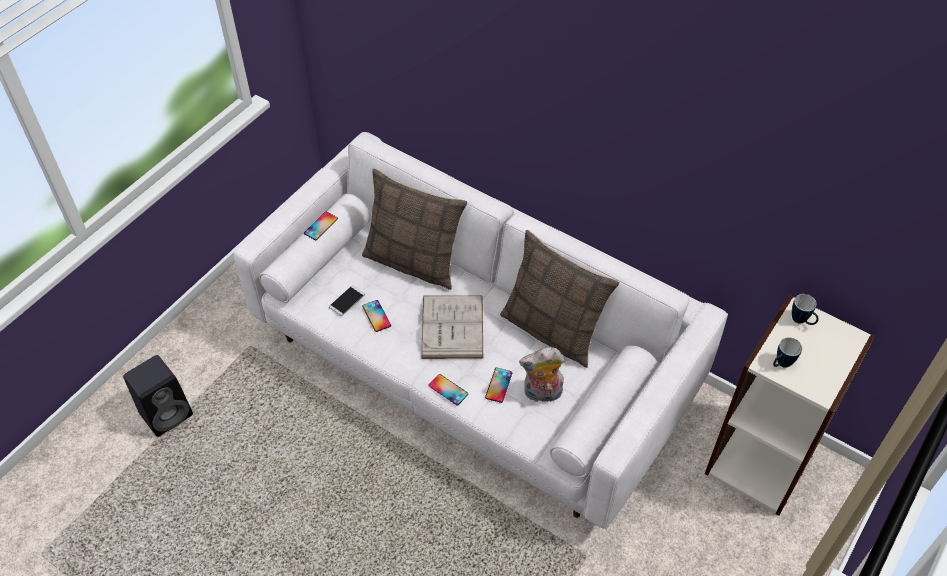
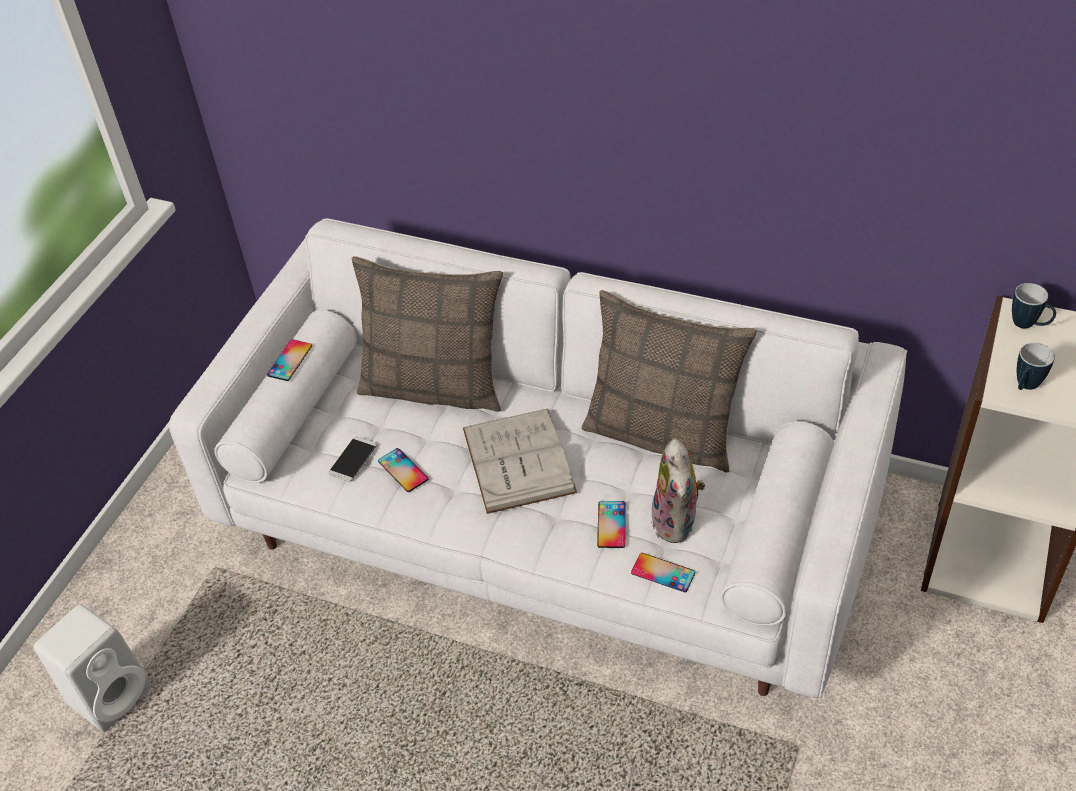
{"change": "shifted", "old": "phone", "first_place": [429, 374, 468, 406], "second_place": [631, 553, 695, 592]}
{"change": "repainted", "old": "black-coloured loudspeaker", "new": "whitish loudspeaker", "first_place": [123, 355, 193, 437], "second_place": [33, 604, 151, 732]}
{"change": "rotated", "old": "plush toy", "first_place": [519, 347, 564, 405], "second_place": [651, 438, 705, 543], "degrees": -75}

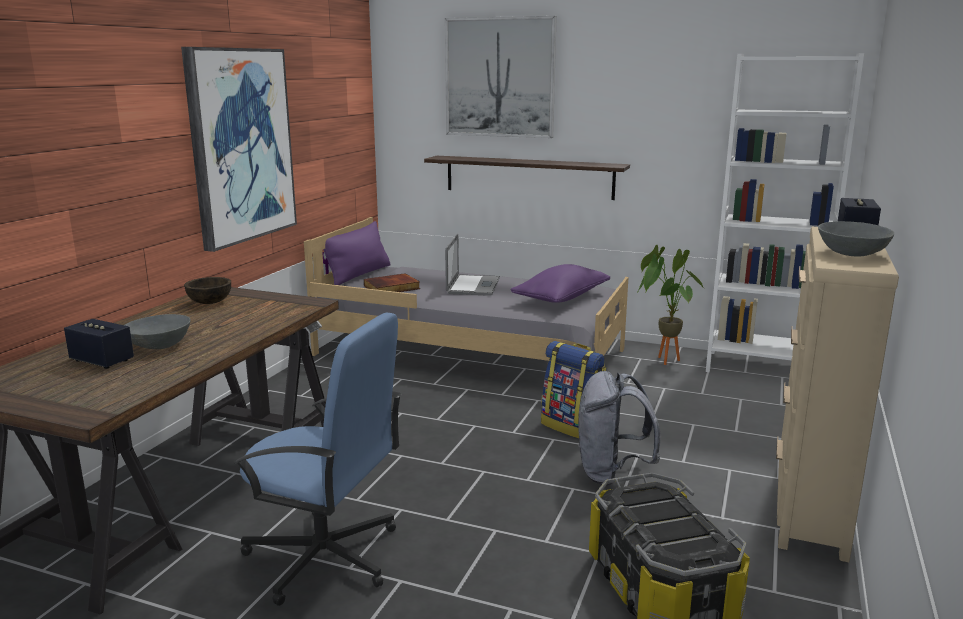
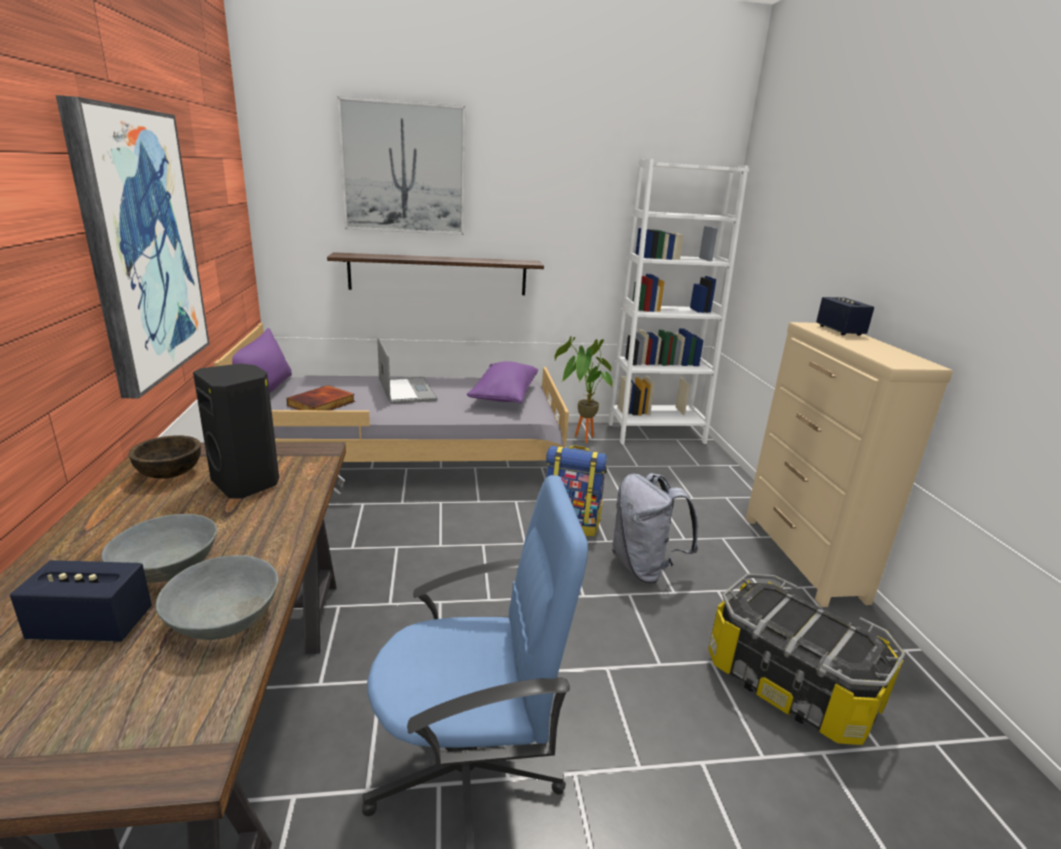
{"change": "new", "new": "black-coloured loudspeaker", "second_place": [193, 364, 279, 499]}
{"change": "shifted", "old": "grey serving bowl", "first_place": [818, 221, 894, 256], "second_place": [156, 555, 278, 640]}

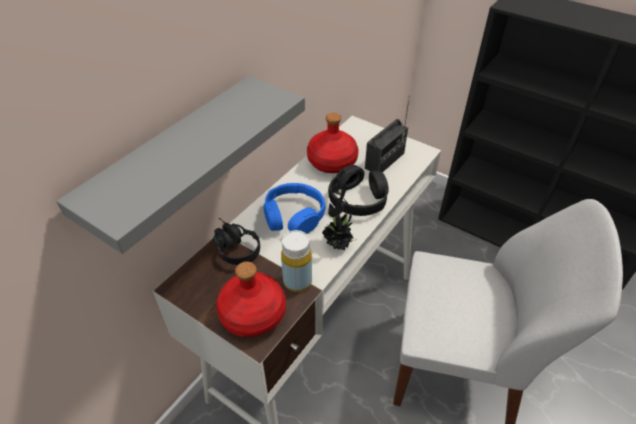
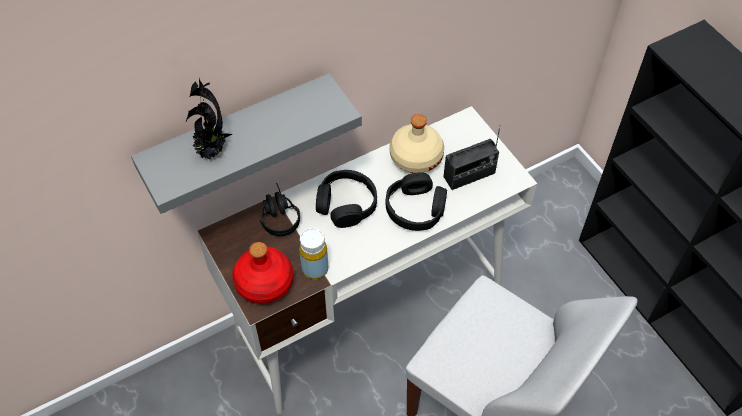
{"change": "shifted", "old": "potted plant", "first_place": [322, 170, 357, 250], "second_place": [186, 78, 233, 159]}
{"change": "repainted", "old": "blue headphones", "new": "black-coloured headphones", "first_place": [263, 183, 326, 234], "second_place": [316, 170, 377, 228]}
{"change": "repainted", "old": "red-coloured bottle", "new": "beige bottle", "first_place": [307, 113, 359, 173], "second_place": [390, 114, 444, 173]}

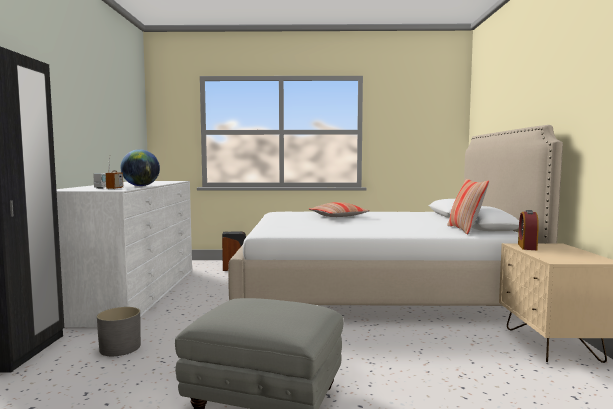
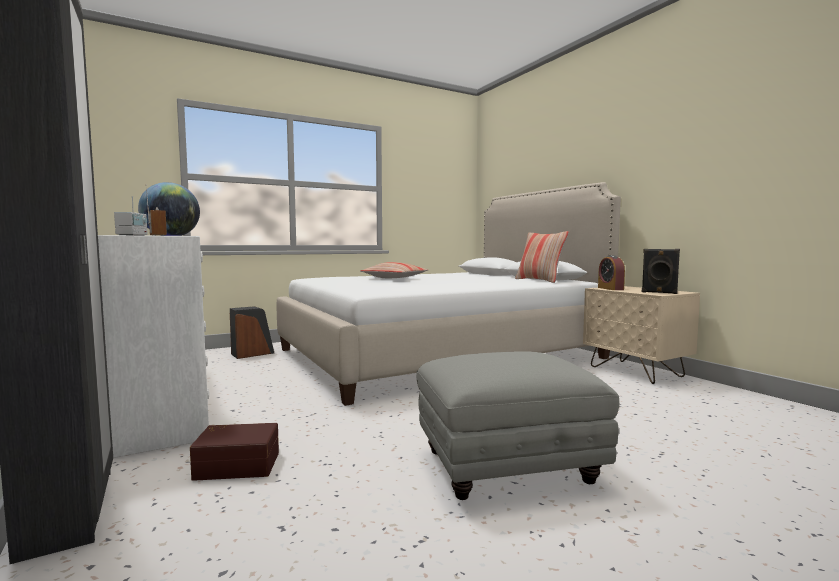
{"change": "new", "new": "black-coloured loudspeaker", "second_place": [642, 249, 680, 294]}
{"change": "swapped", "old": "grey planter", "new": "brown storage container", "first_place": [97, 307, 141, 356], "second_place": [190, 423, 279, 481]}

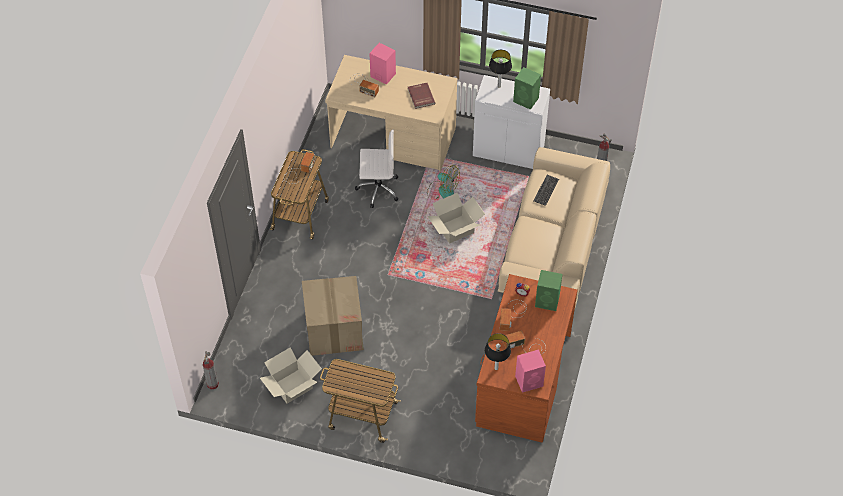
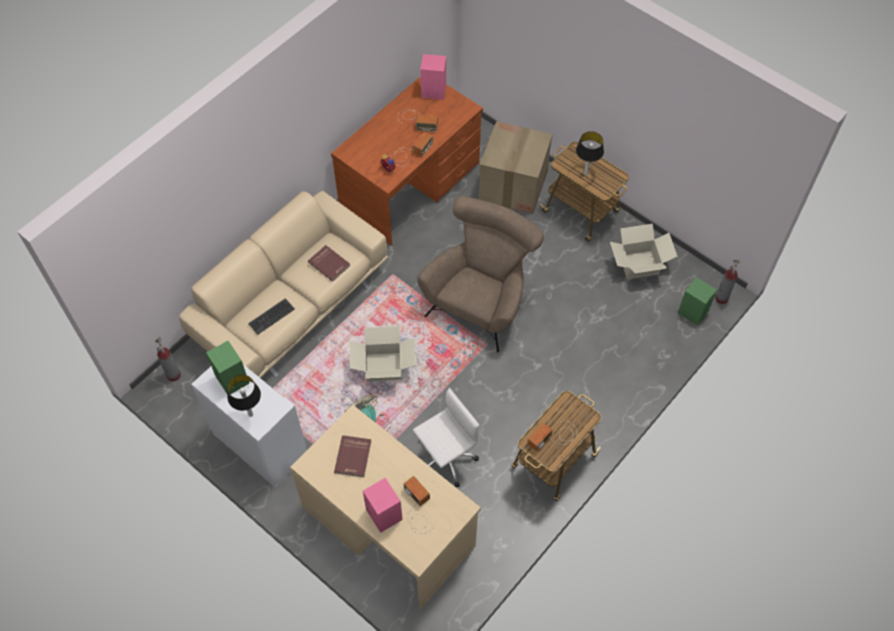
{"change": "new", "new": "red-coloured book", "second_place": [308, 245, 350, 282]}
{"change": "new", "new": "brown armchair", "second_place": [417, 196, 544, 352]}
{"change": "shifted", "old": "carton", "first_place": [302, 276, 364, 356], "second_place": [478, 121, 553, 214]}
{"change": "shifted", "old": "table lamp", "first_place": [485, 333, 511, 370], "second_place": [576, 131, 604, 175]}
{"change": "shifted", "old": "greenish loudspeaker", "first_place": [535, 270, 563, 311], "second_place": [678, 277, 717, 326]}
{"change": "rotated", "old": "whitish computer chair", "first_place": [355, 130, 398, 208], "second_place": [413, 388, 479, 487], "degrees": 120}

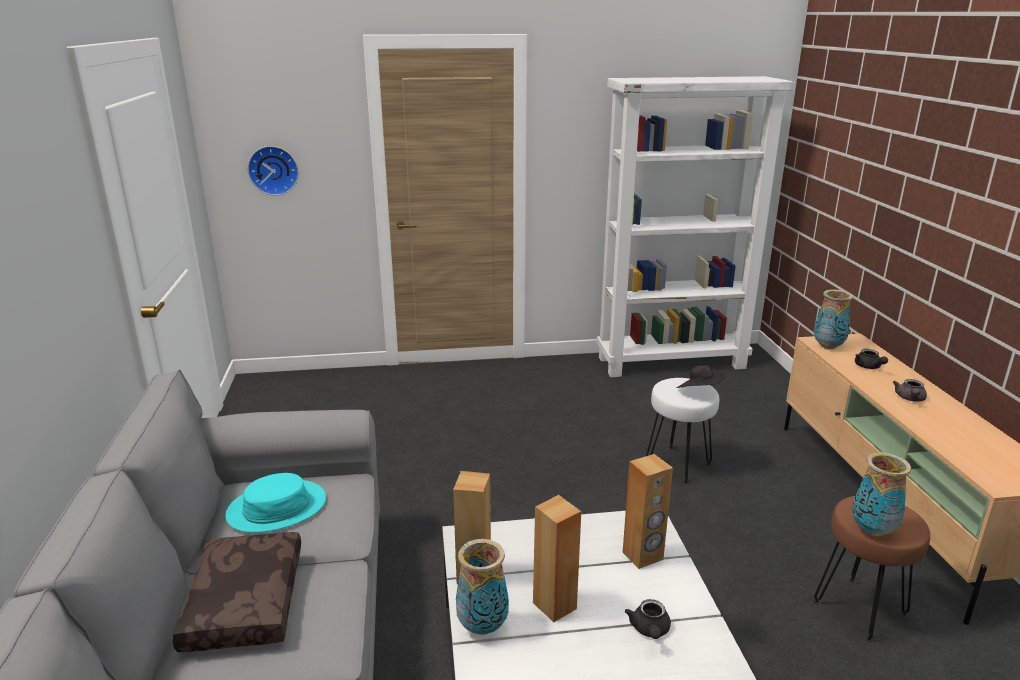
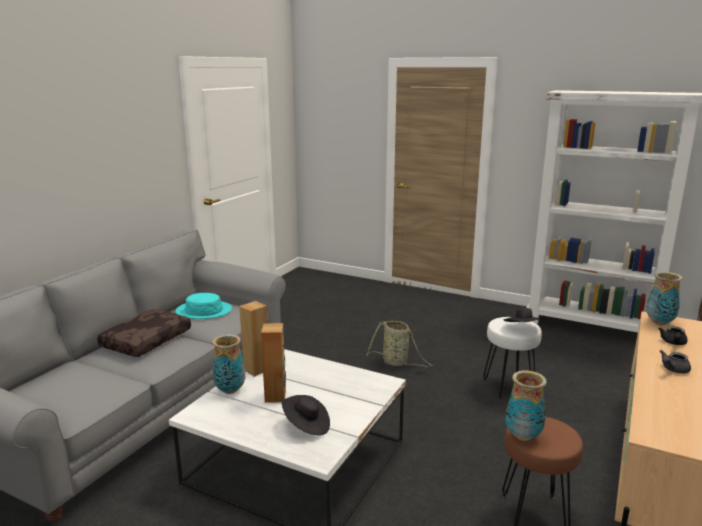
{"change": "gone", "old": "hanging clock", "first_place": [248, 146, 299, 196]}
{"change": "gone", "old": "brown loudspeaker", "first_place": [623, 454, 673, 569]}
{"change": "new", "new": "basket", "second_place": [367, 321, 433, 367]}
{"change": "swapped", "old": "black-coloured teapot", "new": "black-coloured clothing hat", "first_place": [625, 599, 671, 639], "second_place": [282, 395, 330, 435]}

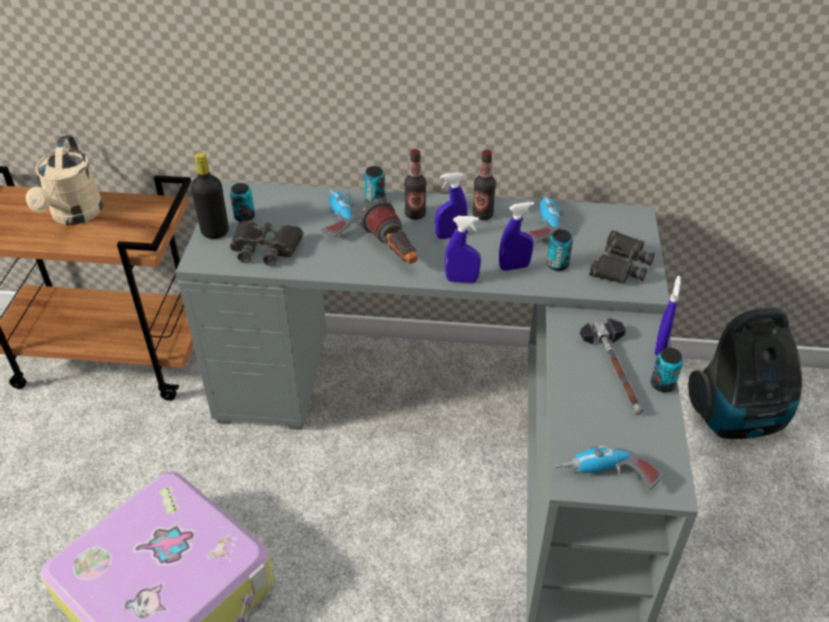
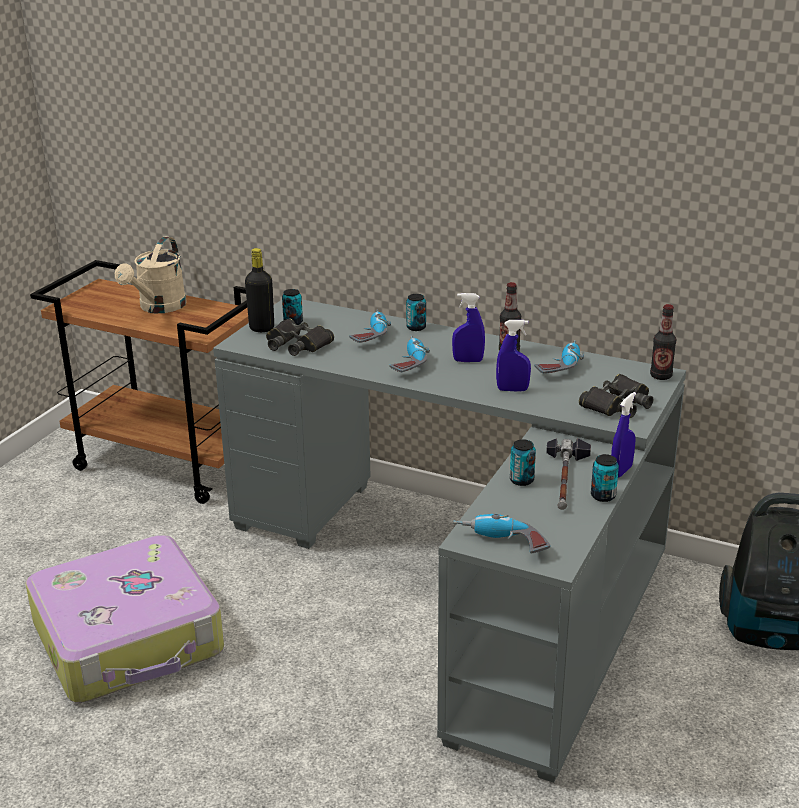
{"change": "gone", "old": "blue hand sprayer", "first_place": [445, 216, 481, 283]}
{"change": "shifted", "old": "bottle", "first_place": [404, 149, 426, 220], "second_place": [650, 304, 676, 380]}
{"change": "shifted", "old": "sealed can", "first_place": [547, 229, 573, 271], "second_place": [510, 439, 536, 486]}
{"change": "swapped", "old": "torch", "new": "drill", "first_place": [358, 198, 417, 264], "second_place": [389, 335, 430, 372]}

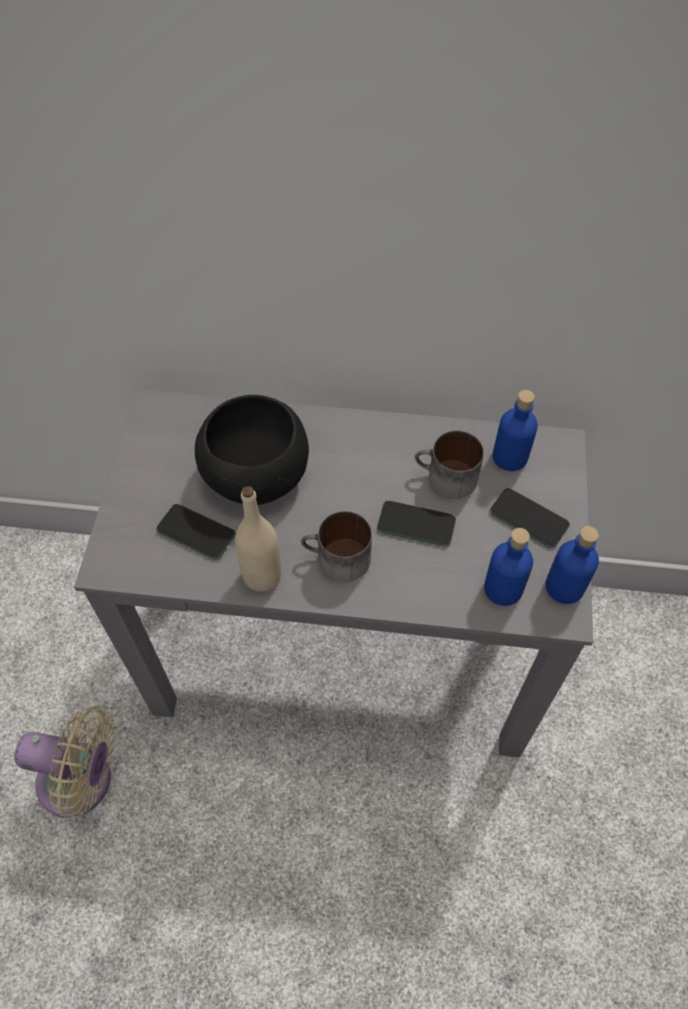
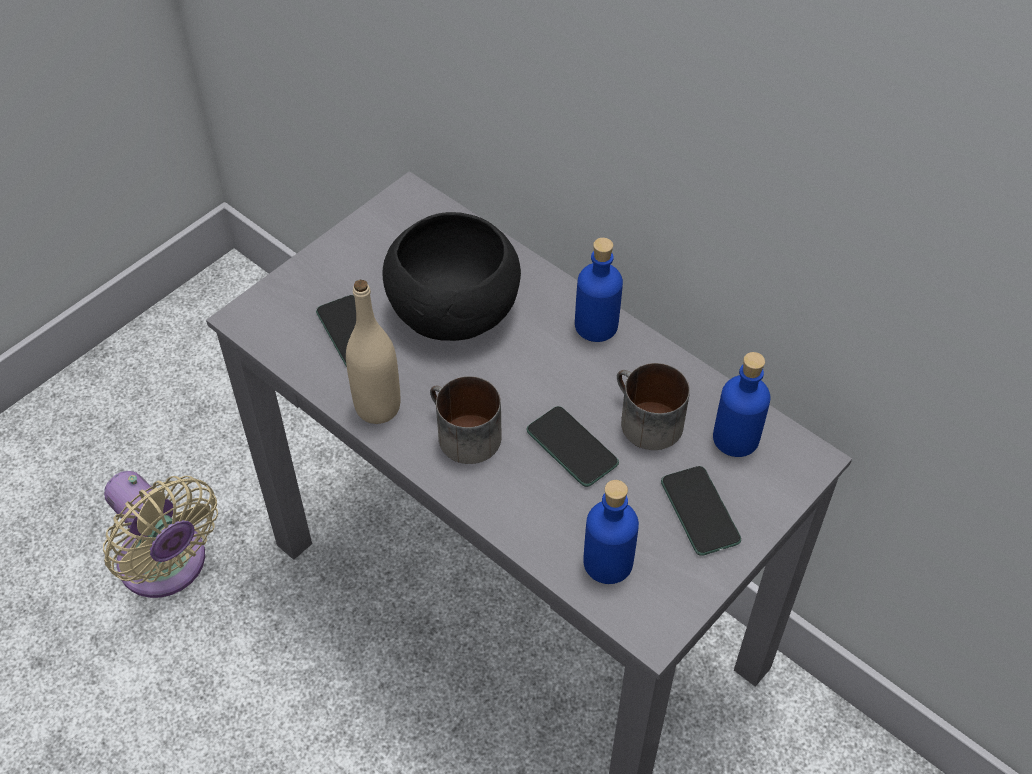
{"change": "shifted", "old": "blue bottle", "first_place": [545, 526, 599, 604], "second_place": [575, 238, 623, 342]}

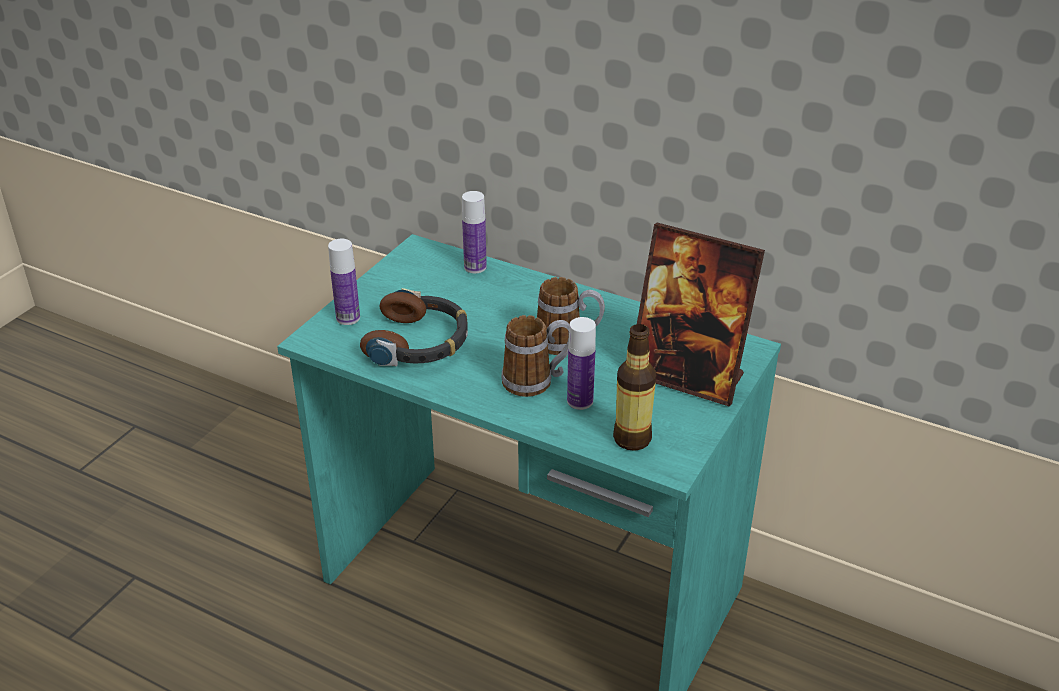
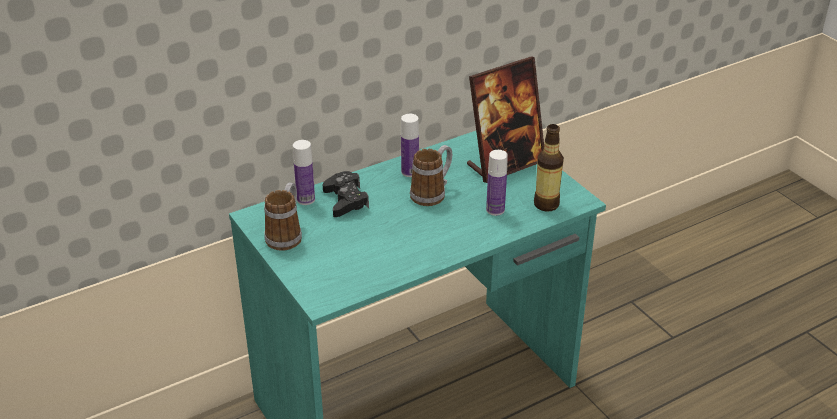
{"change": "gone", "old": "headphones", "first_place": [360, 288, 468, 367]}
{"change": "new", "new": "black-coloured gamepad", "second_place": [323, 171, 369, 217]}
{"change": "shifted", "old": "bottle", "first_place": [328, 239, 360, 325], "second_place": [401, 114, 419, 177]}
{"change": "shifted", "old": "tea mug", "first_place": [501, 315, 570, 397], "second_place": [264, 182, 302, 251]}

